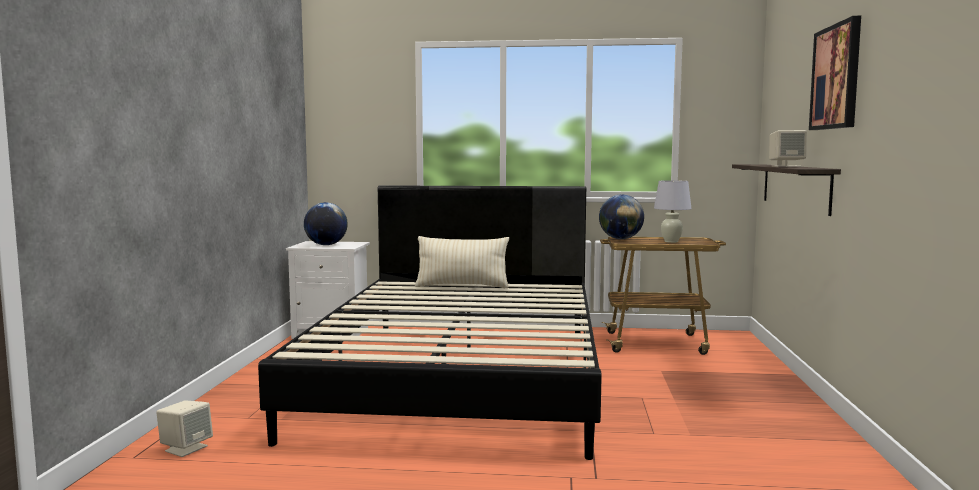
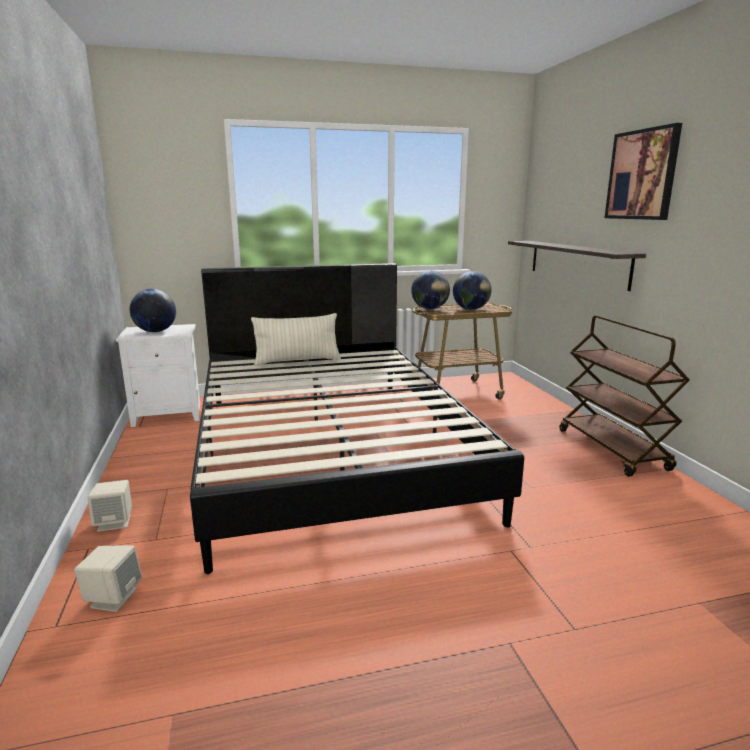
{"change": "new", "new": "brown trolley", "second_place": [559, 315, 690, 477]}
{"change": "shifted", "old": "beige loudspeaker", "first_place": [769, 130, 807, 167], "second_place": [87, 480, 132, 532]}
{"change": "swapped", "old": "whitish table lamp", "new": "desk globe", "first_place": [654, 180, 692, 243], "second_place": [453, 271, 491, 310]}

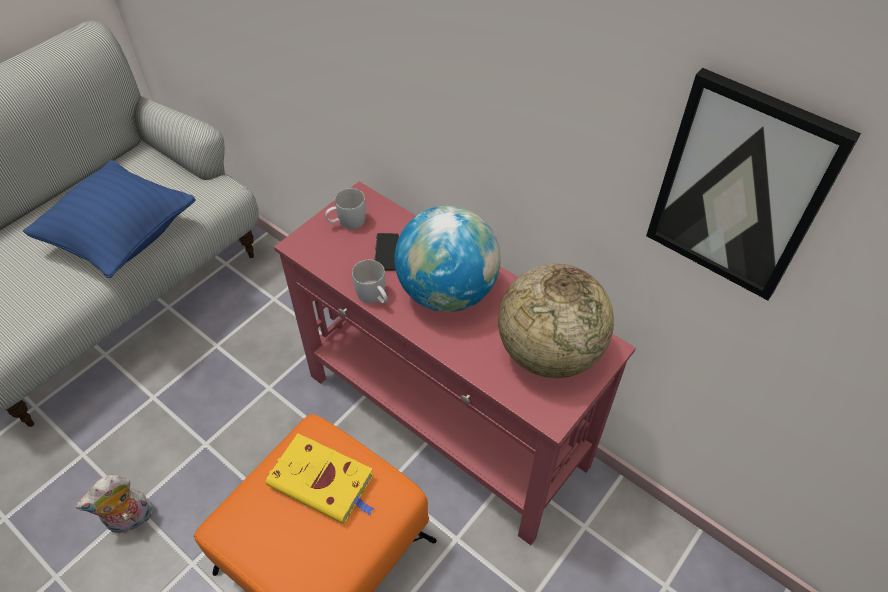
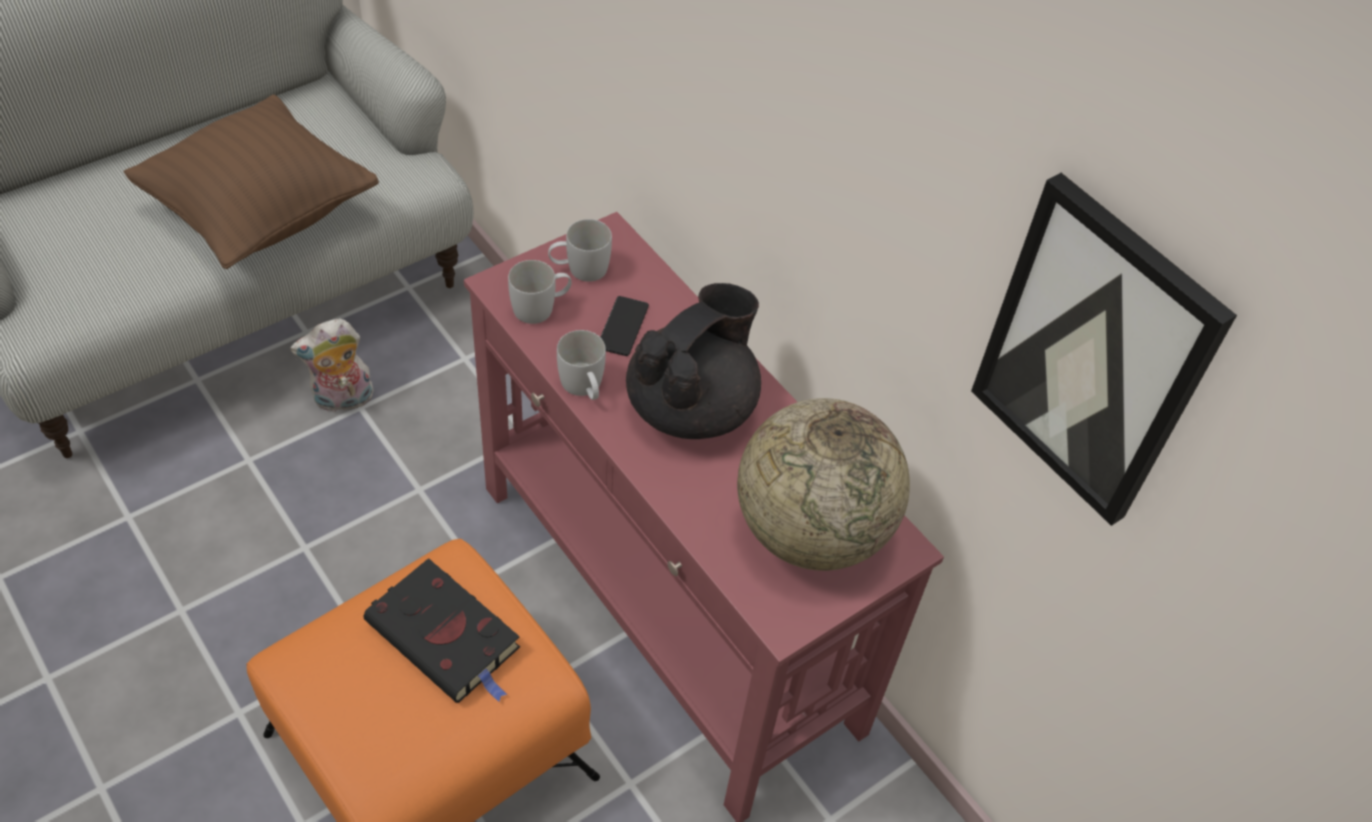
{"change": "new", "new": "whitish tea mug", "second_place": [508, 260, 572, 324]}
{"change": "shifted", "old": "plush toy", "first_place": [76, 474, 153, 534], "second_place": [290, 319, 374, 413]}
{"change": "swapped", "old": "desk globe", "new": "black-coloured teapot", "first_place": [395, 206, 501, 312], "second_place": [626, 283, 761, 439]}
{"change": "repainted", "old": "blue throw pillow", "new": "brown throw pillow", "first_place": [23, 160, 196, 278], "second_place": [124, 94, 379, 269]}
{"change": "repainted", "old": "yellow book", "new": "black-coloured book", "first_place": [266, 433, 375, 524], "second_place": [364, 558, 520, 703]}

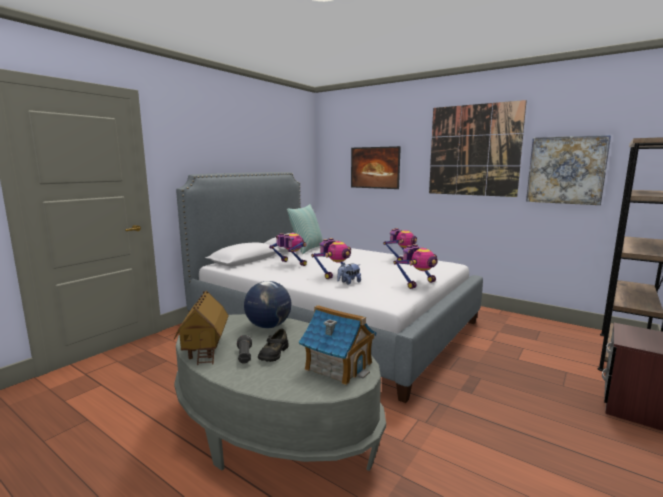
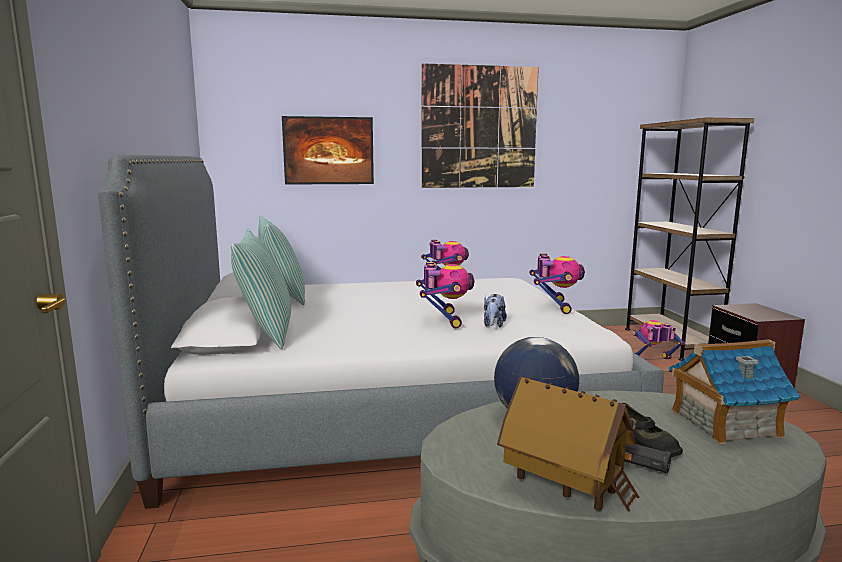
{"change": "gone", "old": "wall picture", "first_place": [526, 135, 611, 205]}
{"change": "new", "new": "throw pillow", "second_place": [231, 229, 291, 349]}
{"change": "shifted", "old": "model robot", "first_place": [269, 233, 307, 266], "second_place": [632, 320, 685, 359]}

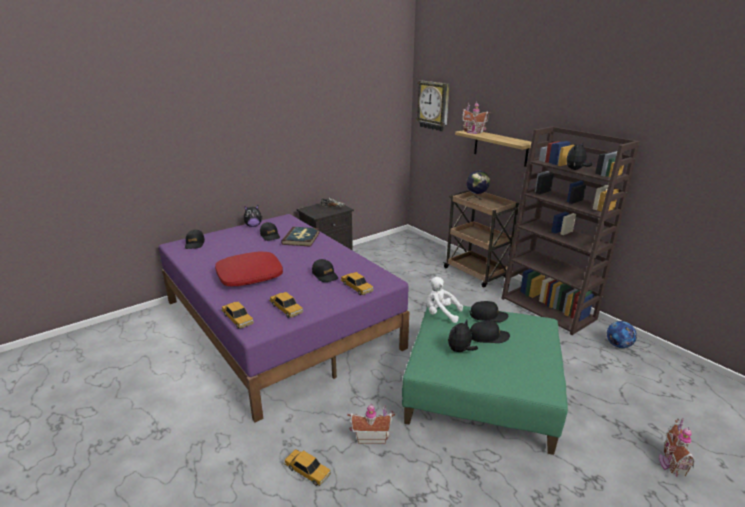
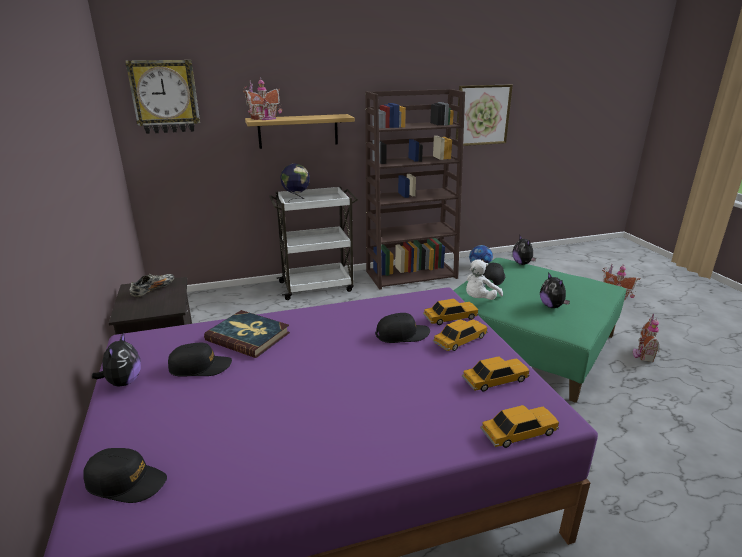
{"change": "gone", "old": "red-coloured throw pillow", "first_place": [215, 252, 283, 286]}
{"change": "gone", "old": "black-coloured baseball cap", "first_place": [470, 321, 510, 343]}
{"change": "new", "new": "wall picture", "second_place": [455, 84, 513, 146]}
{"change": "shifted", "old": "toy car", "first_place": [284, 449, 331, 486], "second_place": [433, 319, 488, 351]}
{"change": "shifted", "old": "model house", "first_place": [347, 405, 395, 443], "second_place": [633, 314, 659, 362]}
{"change": "shifted", "old": "plush toy", "first_place": [566, 142, 592, 170], "second_place": [512, 235, 536, 265]}
{"change": "repainted", "old": "brown trolley", "new": "whitish trolley", "first_place": [443, 190, 519, 288], "second_place": [269, 187, 358, 300]}

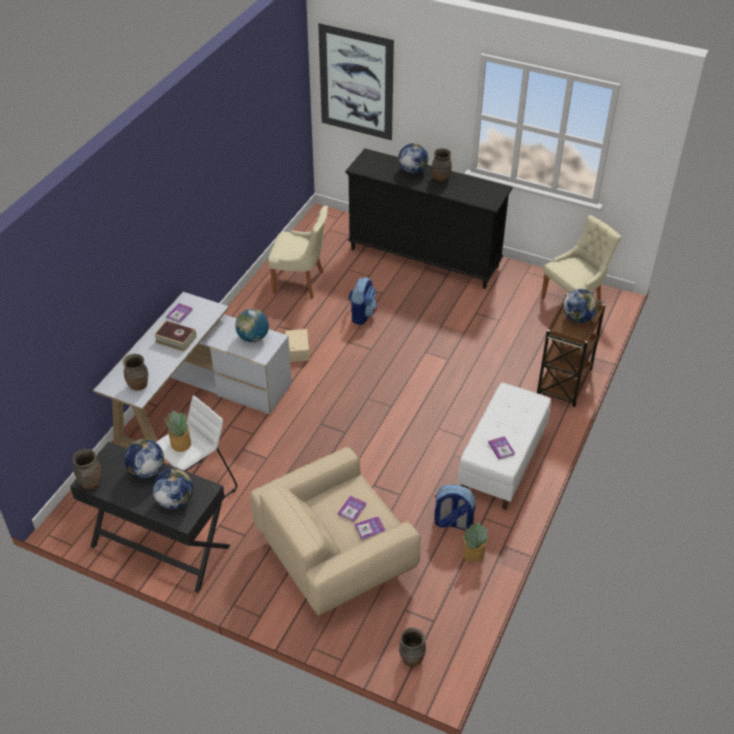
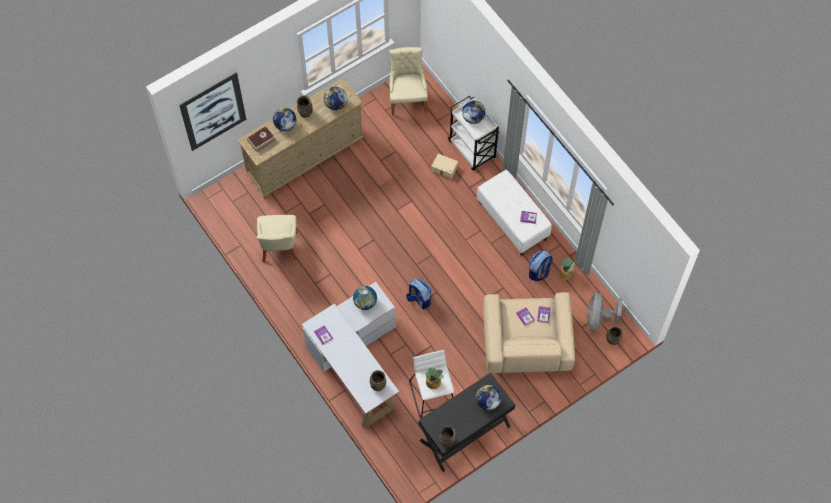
{"change": "new", "new": "grey cooling fan", "second_place": [587, 292, 623, 331]}
{"change": "shifted", "old": "desk globe", "first_place": [124, 439, 164, 478], "second_place": [324, 87, 347, 110]}
{"change": "shifted", "old": "book", "first_place": [154, 320, 196, 352], "second_place": [247, 126, 275, 153]}
{"change": "shifted", "old": "beige storage container", "first_place": [285, 329, 310, 362], "second_place": [431, 154, 458, 179]}
{"change": "shifted", "old": "knapsack", "first_place": [348, 277, 377, 325], "second_place": [406, 279, 431, 309]}
{"change": "repainted", "old": "black-coloured chest of drawers", "new": "beige chest of drawers", "first_place": [345, 149, 512, 289], "second_place": [238, 78, 364, 199]}
{"change": "repainted", "old": "brown trolley", "new": "whitish trolley", "first_place": [537, 293, 606, 407], "second_place": [448, 96, 500, 171]}
{"change": "rotated", "old": "beige upright chair", "first_place": [268, 206, 328, 299], "second_place": [257, 215, 297, 262], "degrees": 135}

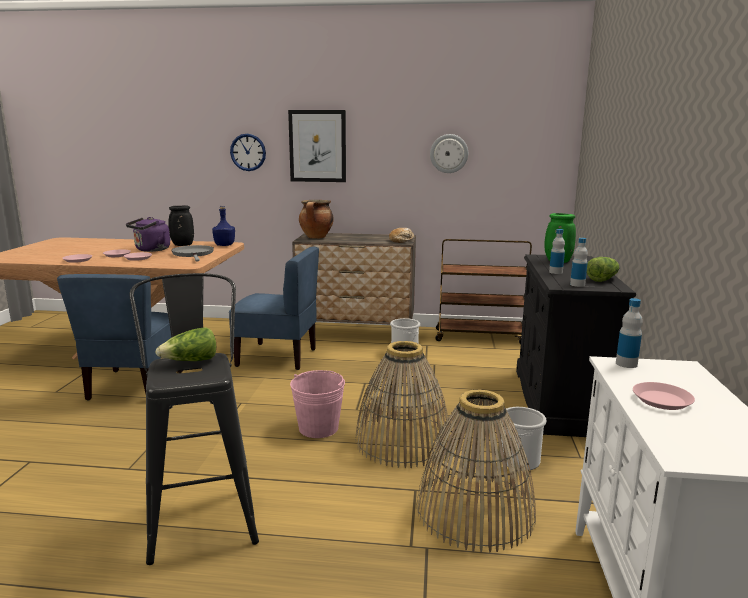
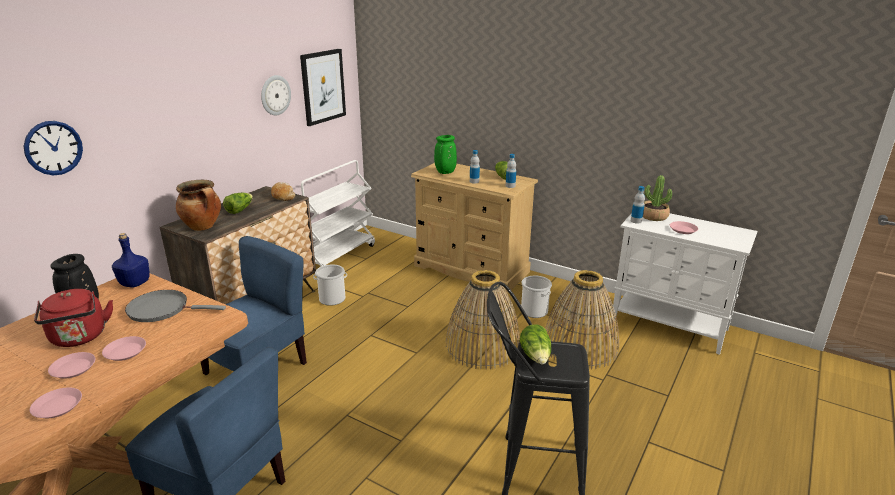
{"change": "gone", "old": "pinkish pail", "first_place": [290, 370, 345, 438]}
{"change": "new", "new": "lettuce head", "second_place": [223, 193, 253, 214]}
{"change": "new", "new": "potted plant", "second_place": [643, 175, 672, 221]}
{"change": "shifted", "old": "wall picture", "first_place": [288, 110, 346, 182], "second_place": [300, 49, 346, 126]}
{"change": "repainted", "old": "purple water kettle", "new": "red-coloured water kettle", "first_place": [126, 217, 170, 252], "second_place": [34, 289, 113, 347]}
{"change": "repainted", "old": "brown trolley", "new": "whitish trolley", "first_place": [435, 239, 532, 344], "second_place": [301, 160, 375, 266]}
{"change": "repainted", "old": "black-coloured chest of drawers", "new": "beige chest of drawers", "first_place": [516, 254, 636, 437], "second_place": [411, 163, 538, 294]}

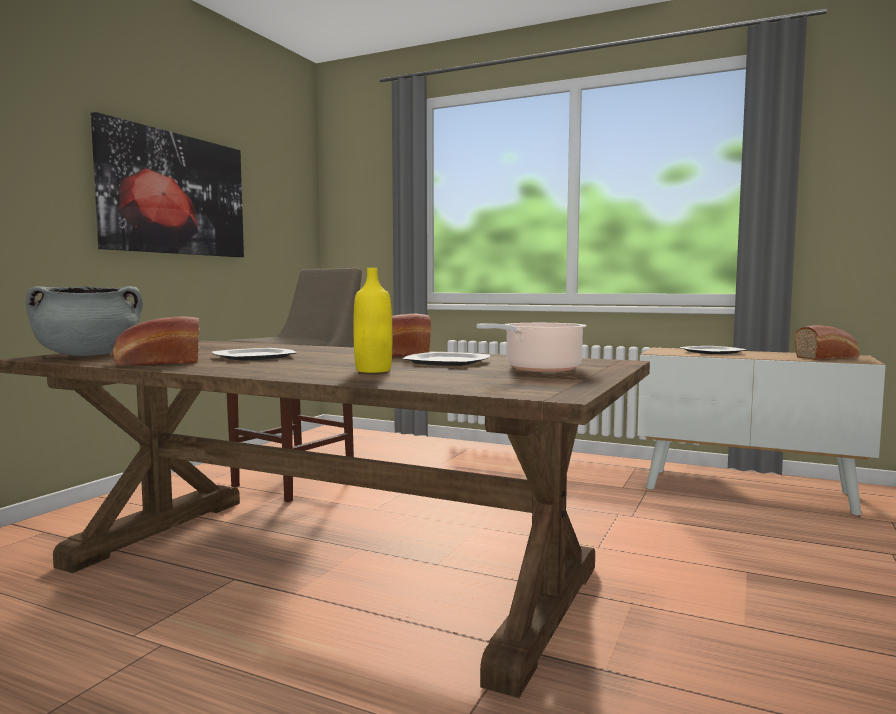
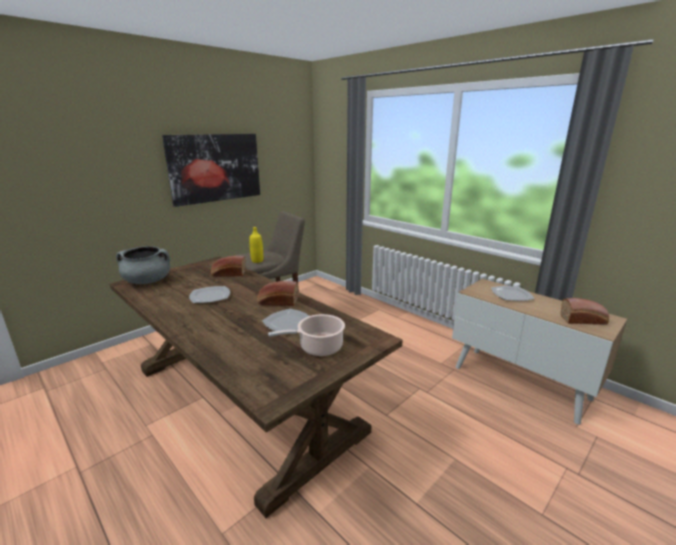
{"change": "shifted", "old": "bread", "first_place": [113, 316, 200, 366], "second_place": [211, 256, 246, 277]}
{"change": "shifted", "old": "yellow bottle", "first_place": [353, 268, 392, 373], "second_place": [249, 227, 263, 263]}

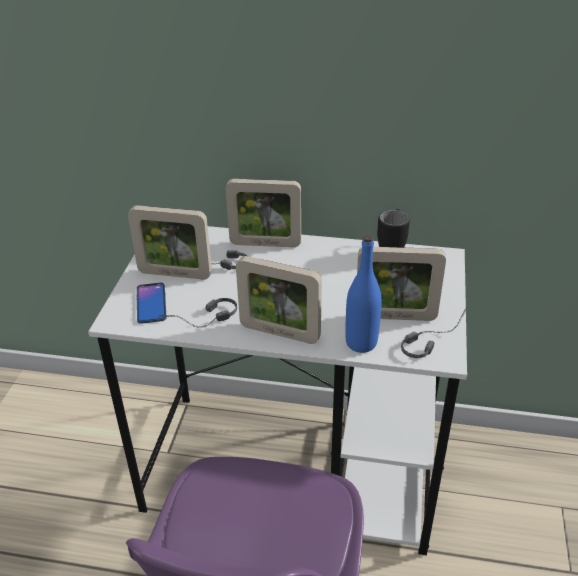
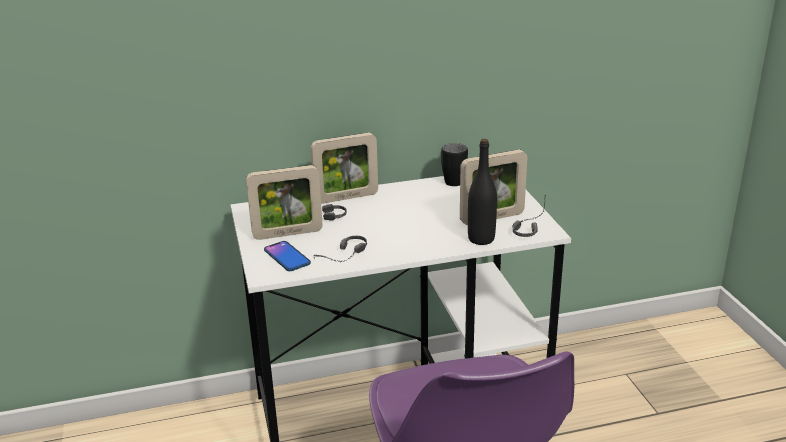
{"change": "gone", "old": "standing frame", "first_place": [236, 256, 322, 344]}
{"change": "repainted", "old": "blue bottle", "new": "black-coloured bottle", "first_place": [345, 235, 382, 353], "second_place": [468, 139, 497, 245]}

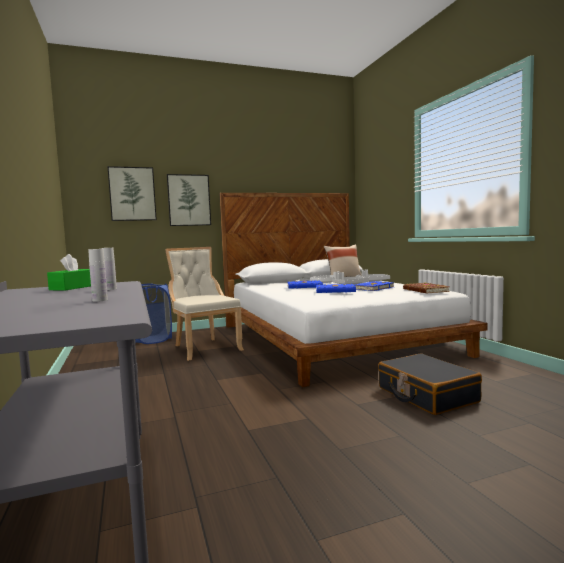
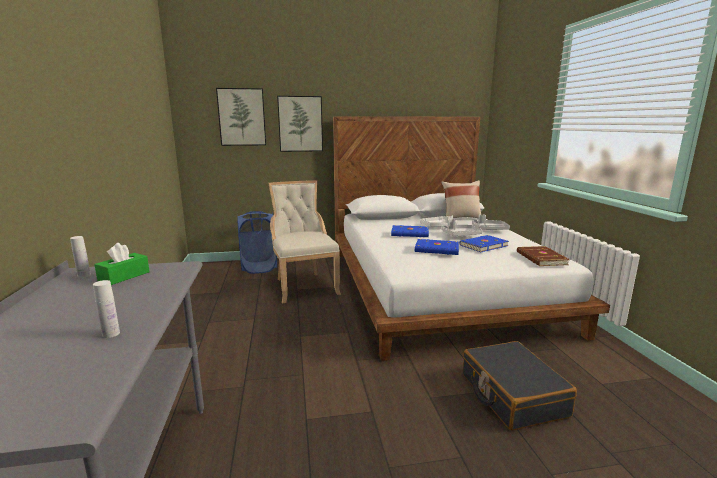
{"change": "shifted", "old": "whitish bottle", "first_place": [101, 248, 117, 290], "second_place": [70, 236, 91, 278]}

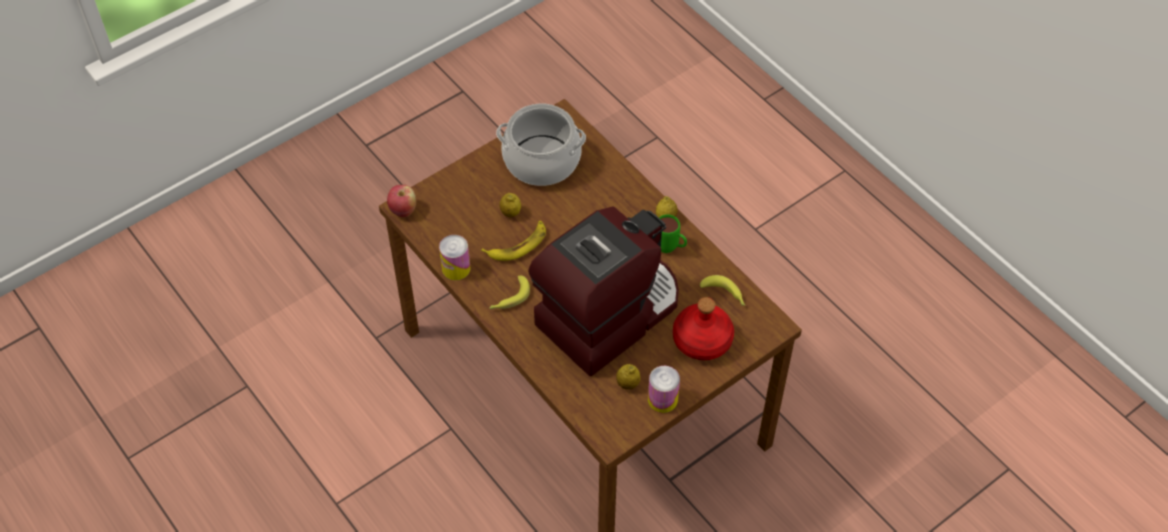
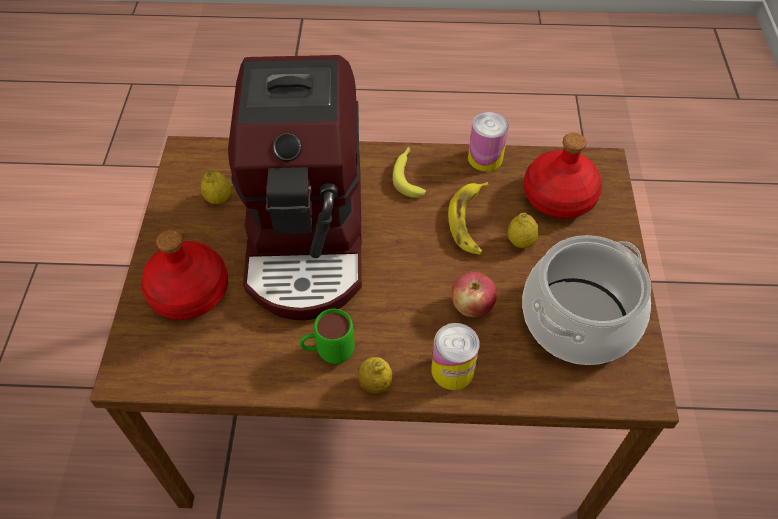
{"change": "gone", "old": "banana fruit", "first_place": [700, 275, 745, 306]}
{"change": "new", "new": "red-coloured bottle", "second_place": [524, 133, 602, 219]}
{"change": "shifted", "old": "whole apple", "first_place": [387, 185, 416, 217], "second_place": [452, 272, 497, 317]}
{"change": "shifted", "old": "sealed can", "first_place": [648, 366, 680, 413], "second_place": [431, 323, 480, 390]}

